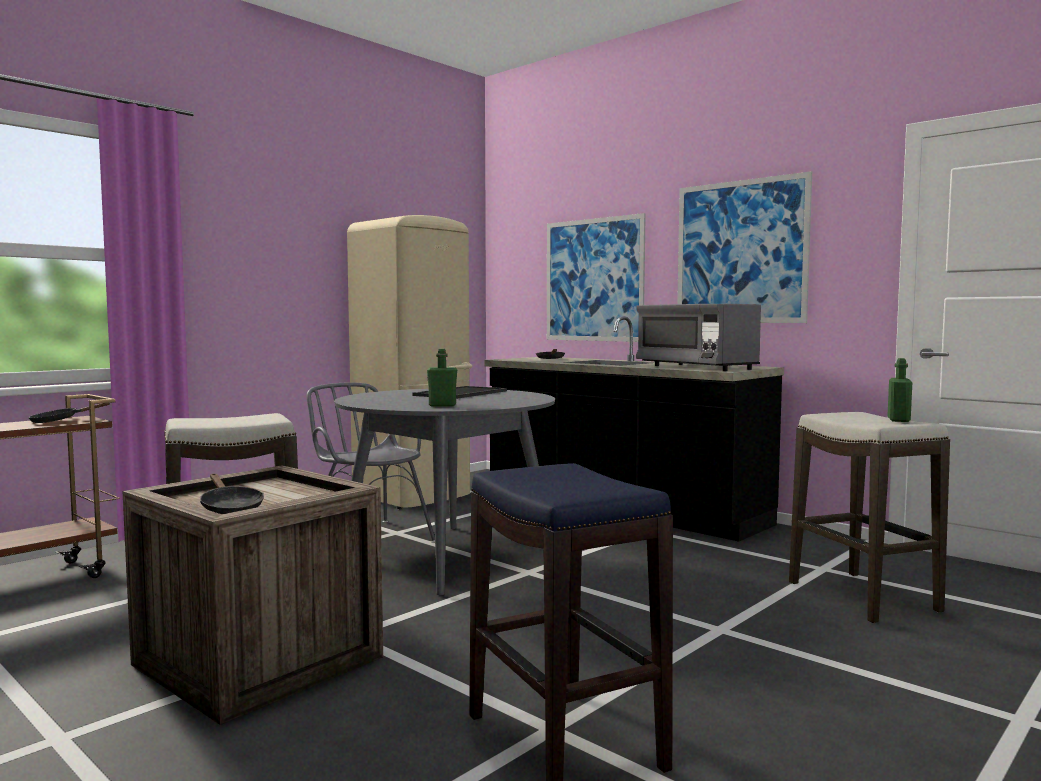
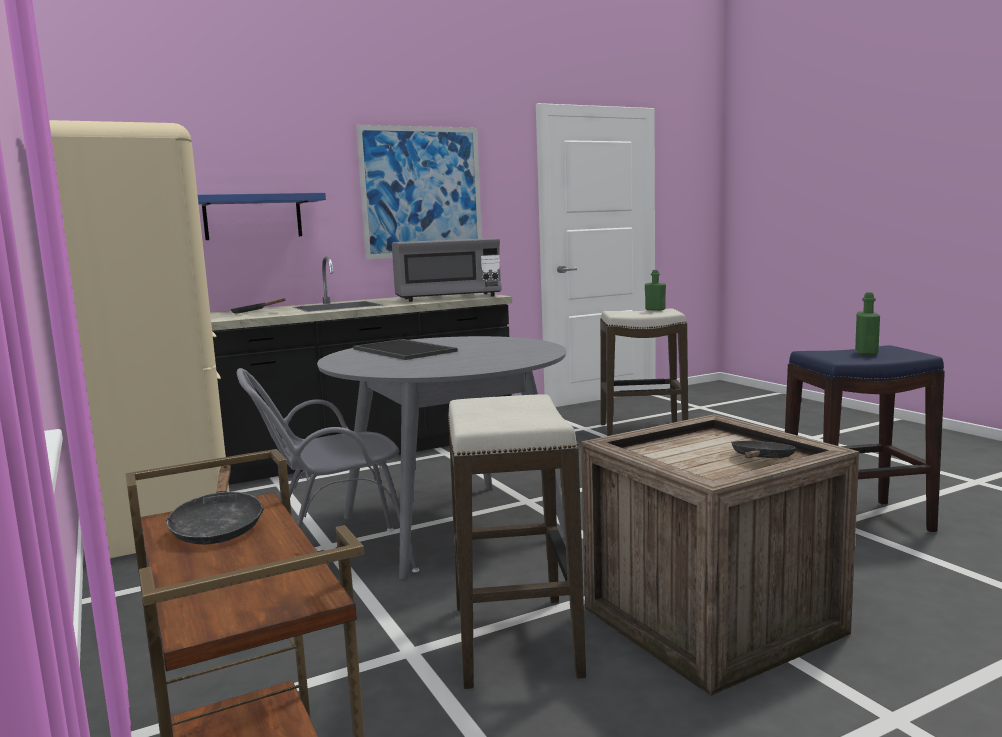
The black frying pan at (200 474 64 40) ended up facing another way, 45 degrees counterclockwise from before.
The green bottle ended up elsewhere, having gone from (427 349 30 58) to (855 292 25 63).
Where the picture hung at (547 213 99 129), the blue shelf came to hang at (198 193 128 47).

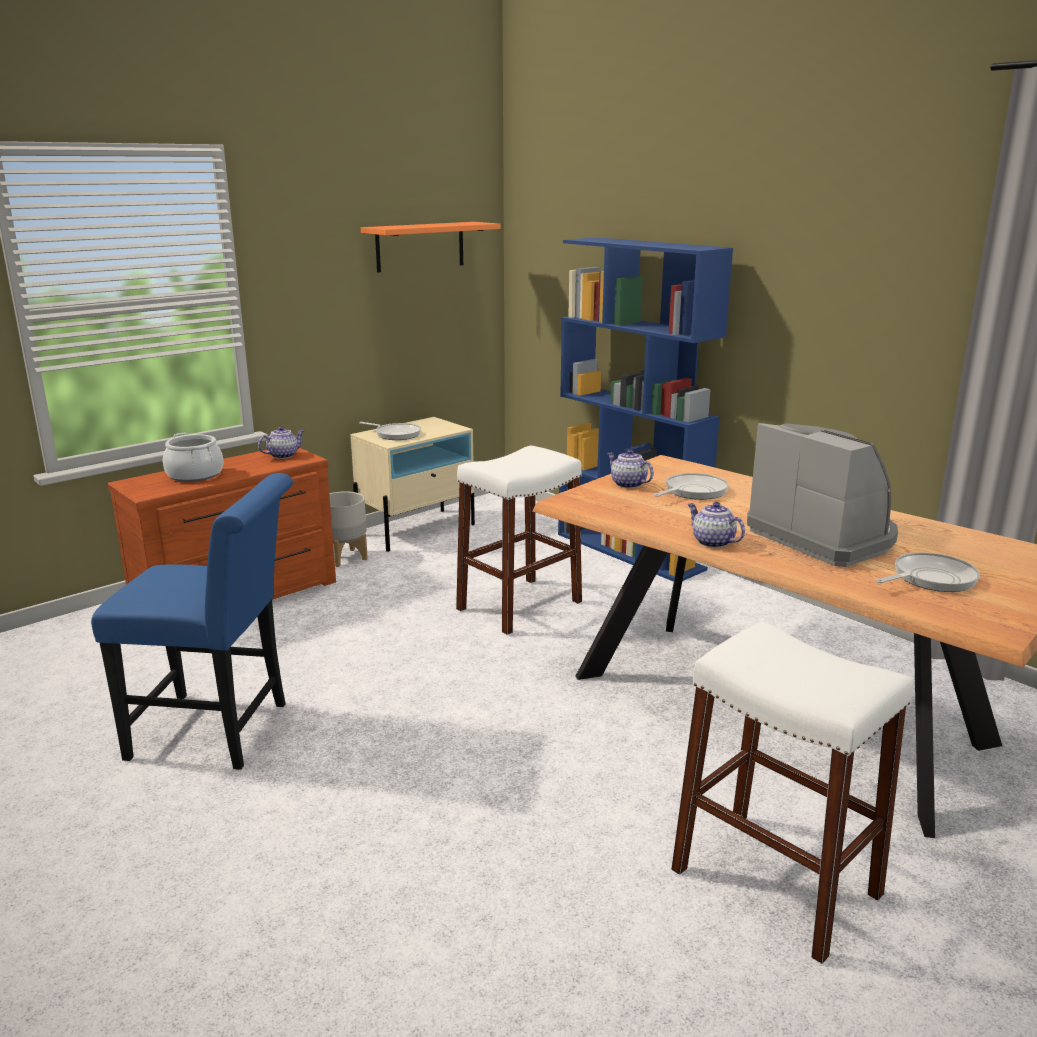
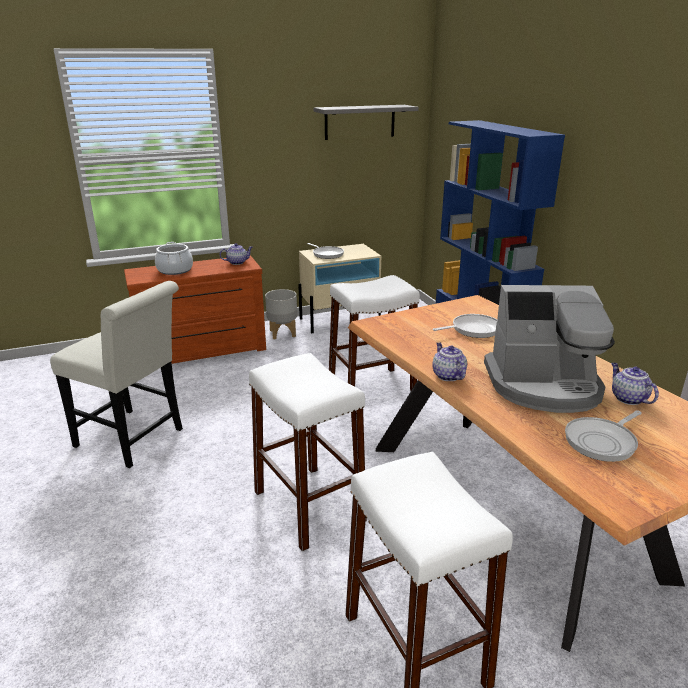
What was the blue chair at (91 473 202 297) turned into the white chair at (50 281 133 187).
What was the orange shelf at (361 222 140 50) turned into the grey shelf at (314 105 105 35).
The teapot ended up elsewhere, having gone from (607 450 47 38) to (611 363 48 42).
The coffee machine at (747 423 151 144) ended up facing another way, 105 degrees clockwise from before.
The frying pan at (876 552 104 40) ended up facing another way, 150 degrees clockwise from before.
The second view gained the white stool at (249 353 118 199).

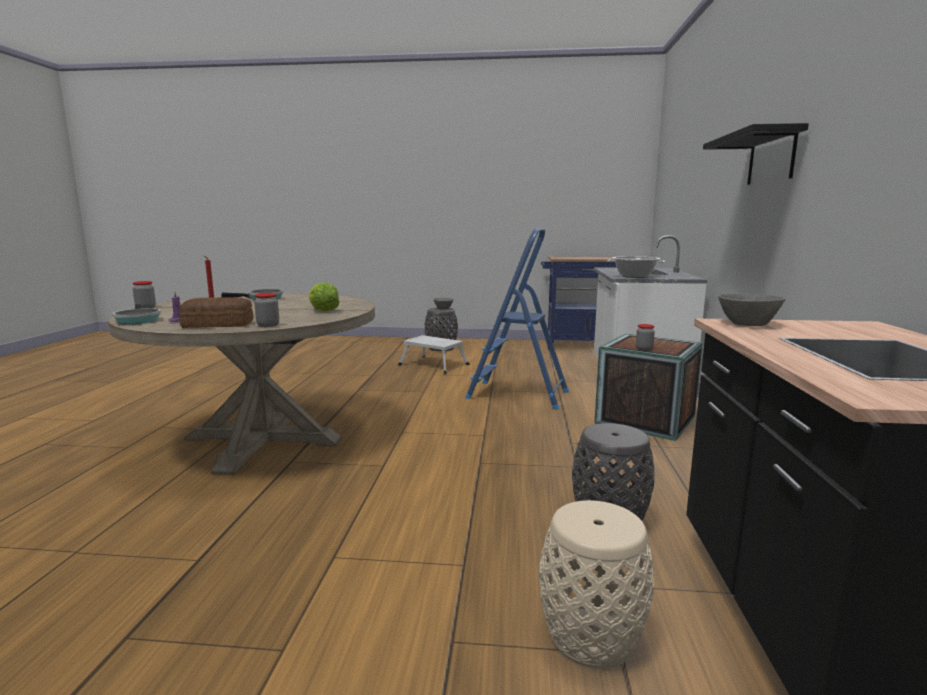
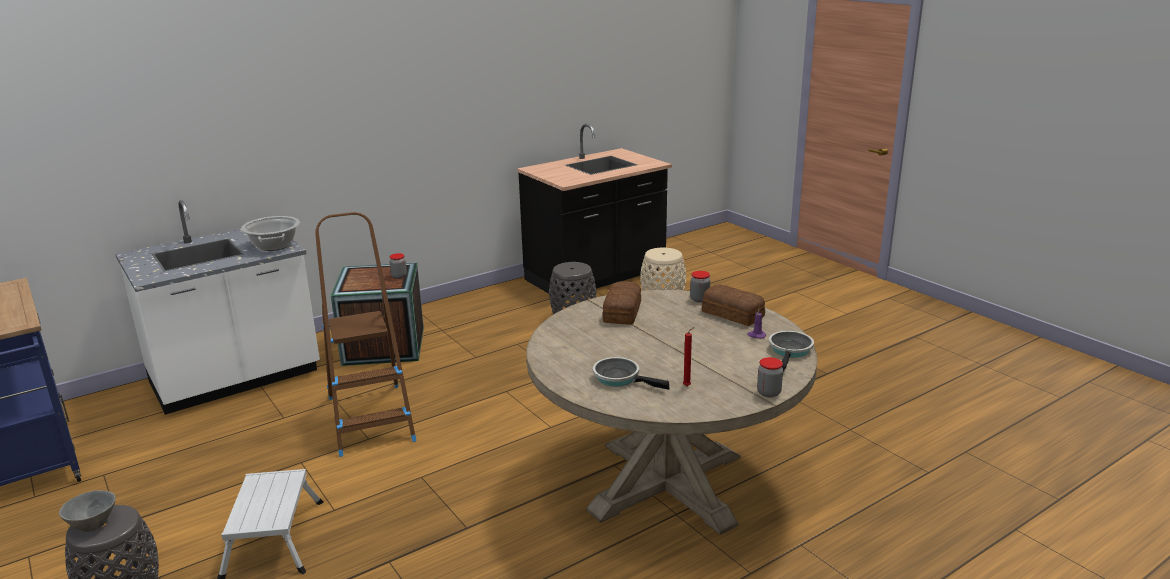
Where the lettuce stood at (308 282 32 29), the bread came to stand at (603 281 38 44).
What was the blue step ladder at (465 228 104 182) turned into the brown step ladder at (315 212 101 245).
The second view lost the black shelf at (703 123 106 62).
The second view lost the grey bowl at (718 293 68 33).

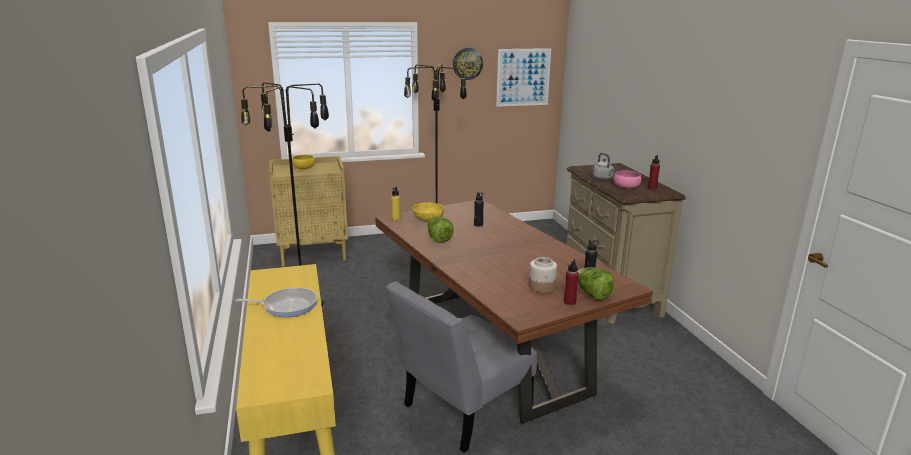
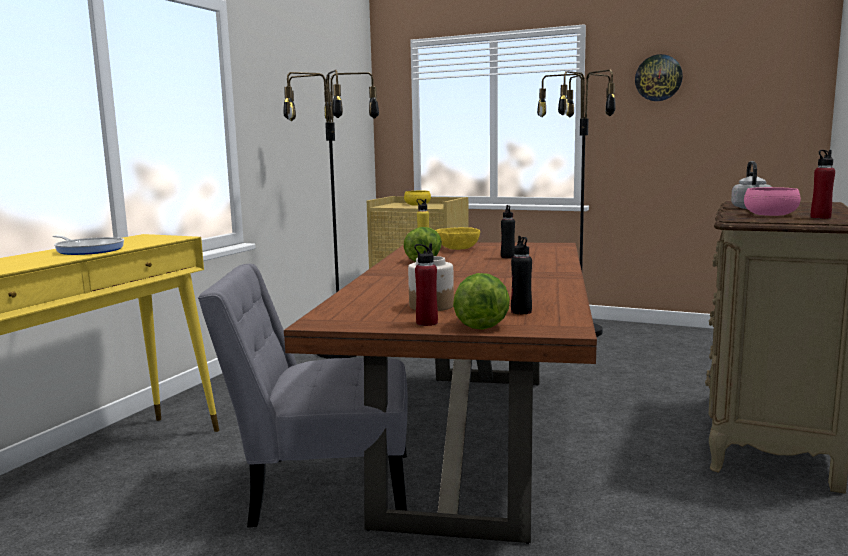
The second view lost the picture at (496 48 55 59).

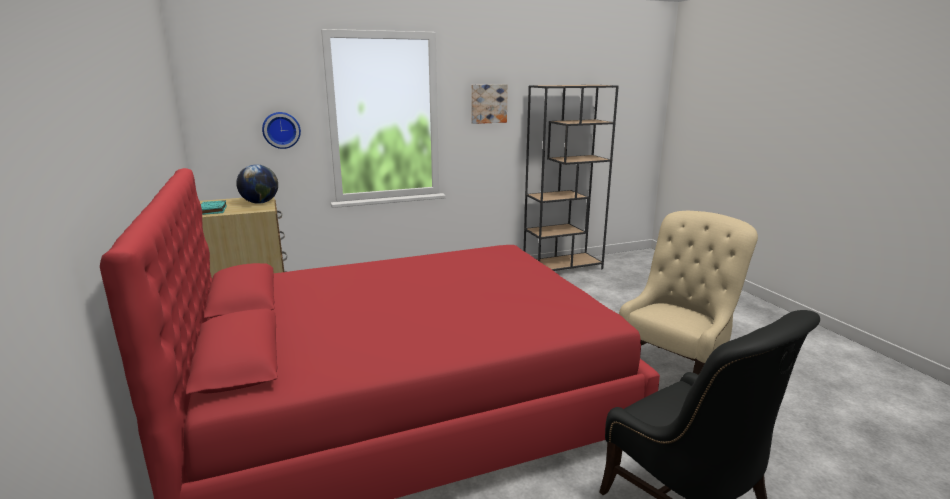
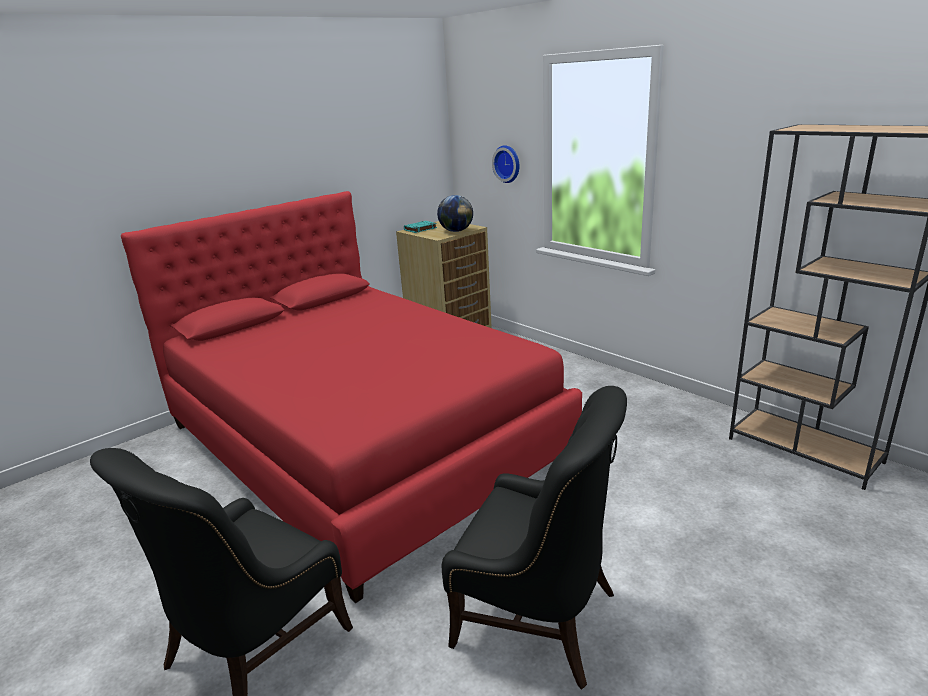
The second view lost the picture at (471 84 37 40).
What was the beige chair at (619 211 139 164) turned into the black chair at (442 386 185 304).

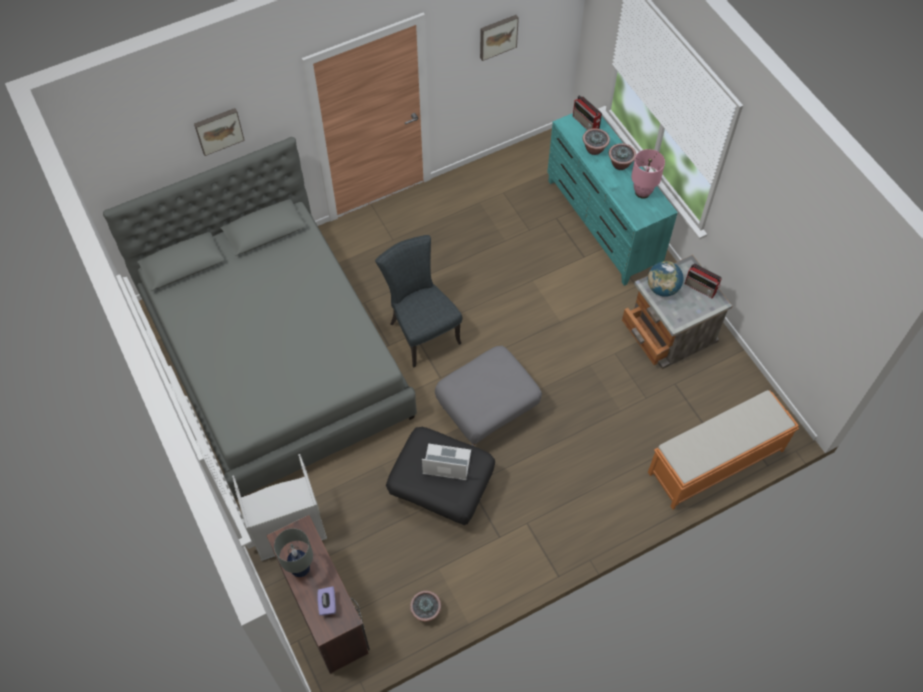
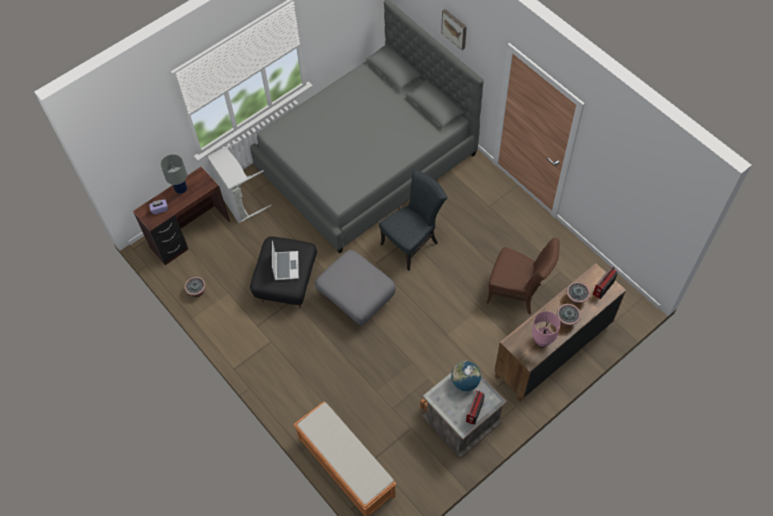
The second view lost the picture at (480 15 39 46).
What was the turquoise dresser at (547 105 131 181) turned into the brown dresser at (495 263 131 138).
The second view gained the brown chair at (486 238 73 77).

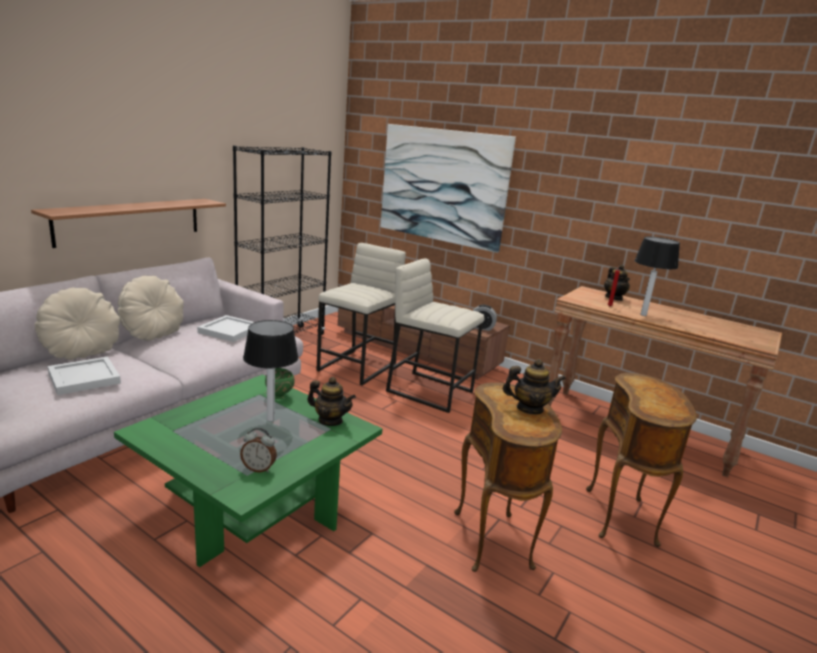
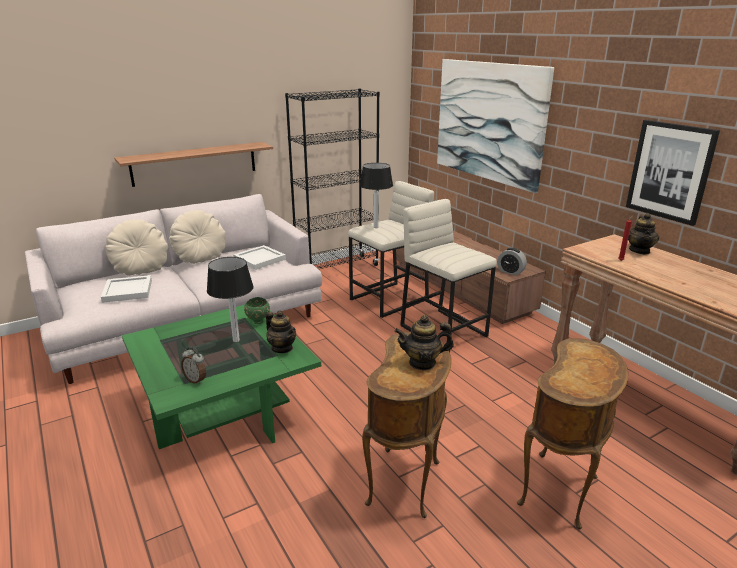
The teapot at (503 359 63 55) ended up facing another way, 150 degrees clockwise from before.
The table lamp ended up elsewhere, having gone from (634 237 46 79) to (360 163 33 65).
The second view gained the picture at (626 120 94 106).

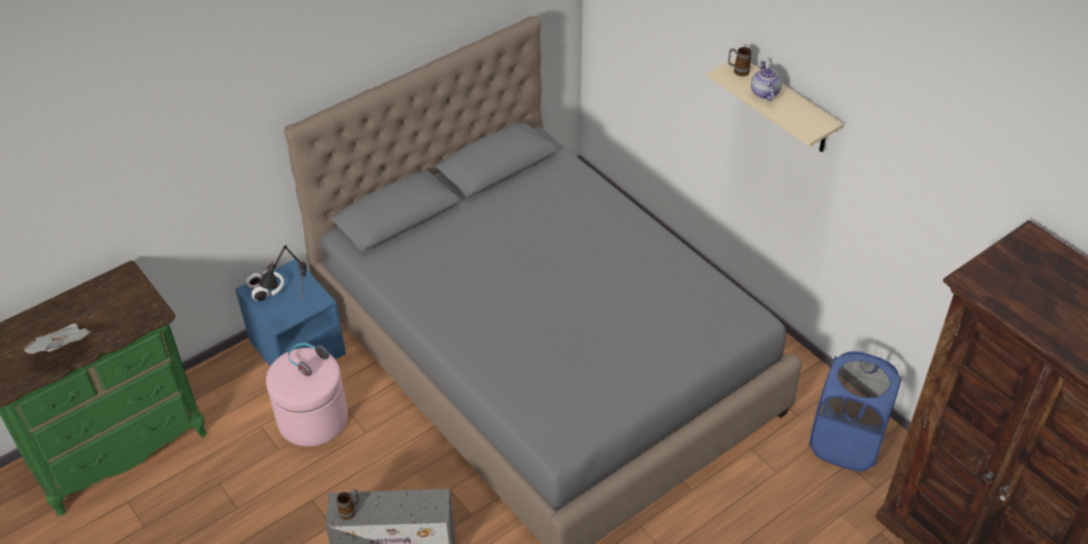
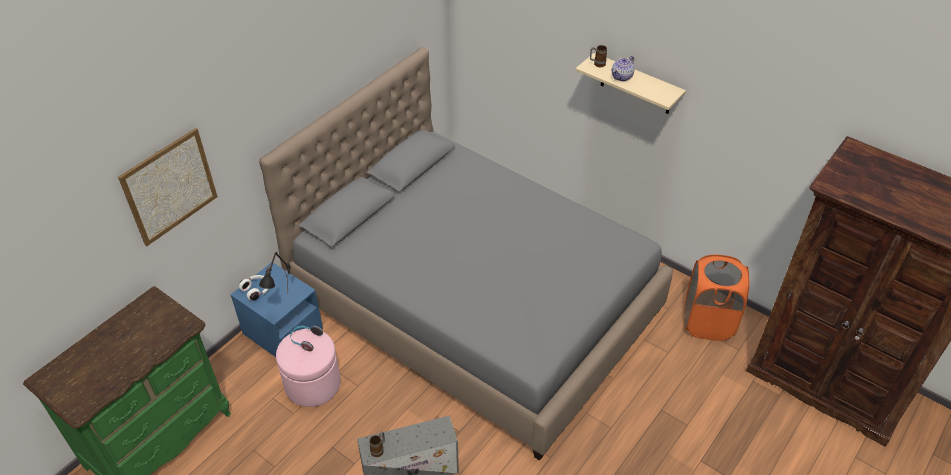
The second view lost the newspaper at (24 324 67 30).
The teapot at (751 60 31 41) ended up facing another way, 120 degrees counterclockwise from before.
What was the blue laundry basket at (809 351 93 121) turned into the orange laundry basket at (684 254 65 87).
The second view gained the picture at (118 128 100 118).

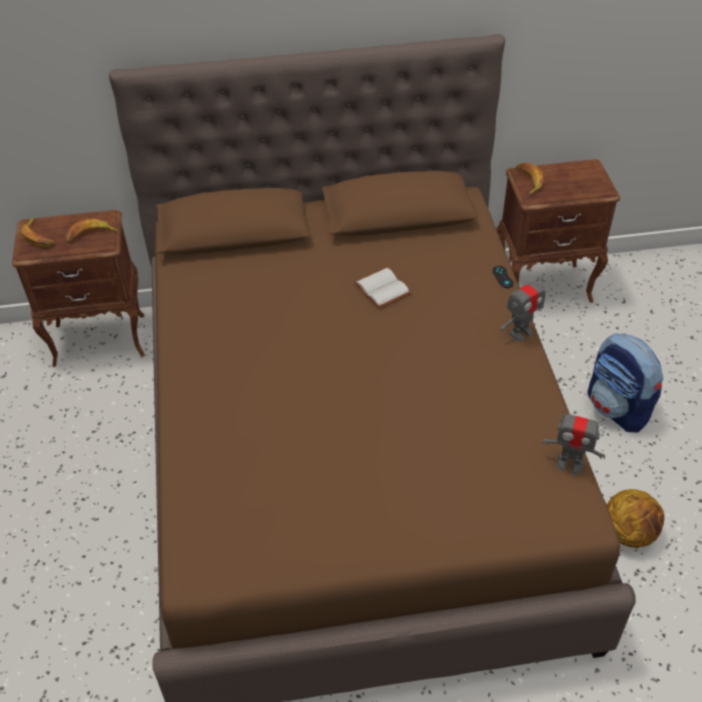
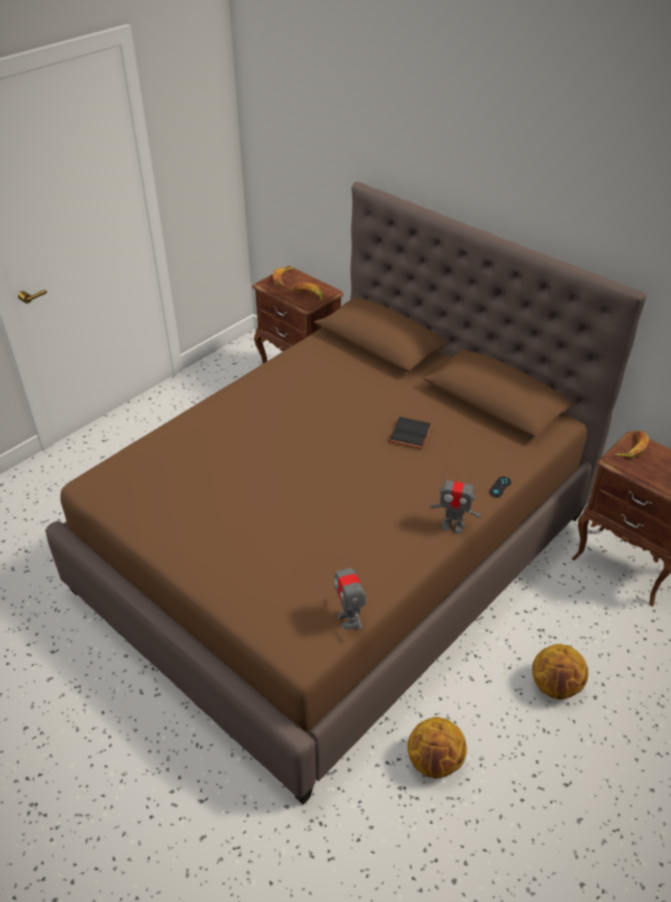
What was the white book at (354 267 58 41) turned into the black book at (389 417 43 32).
Where the backpack stood at (587 333 76 100), the basketball came to stand at (532 644 56 56).

